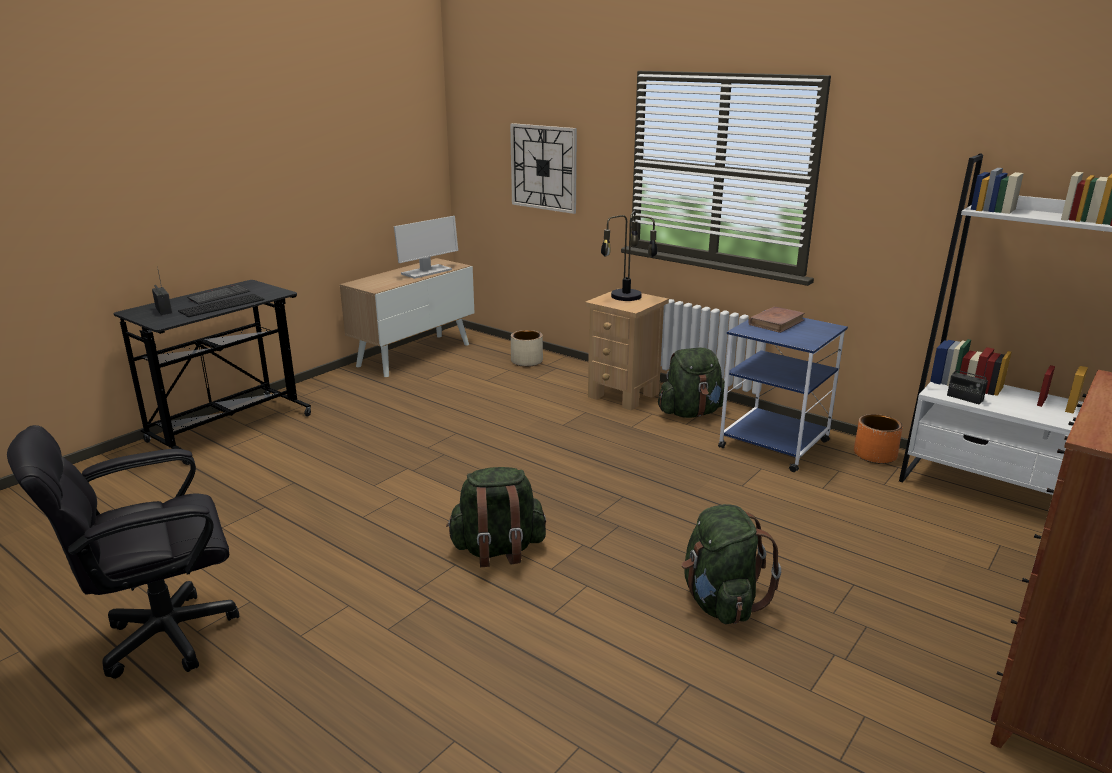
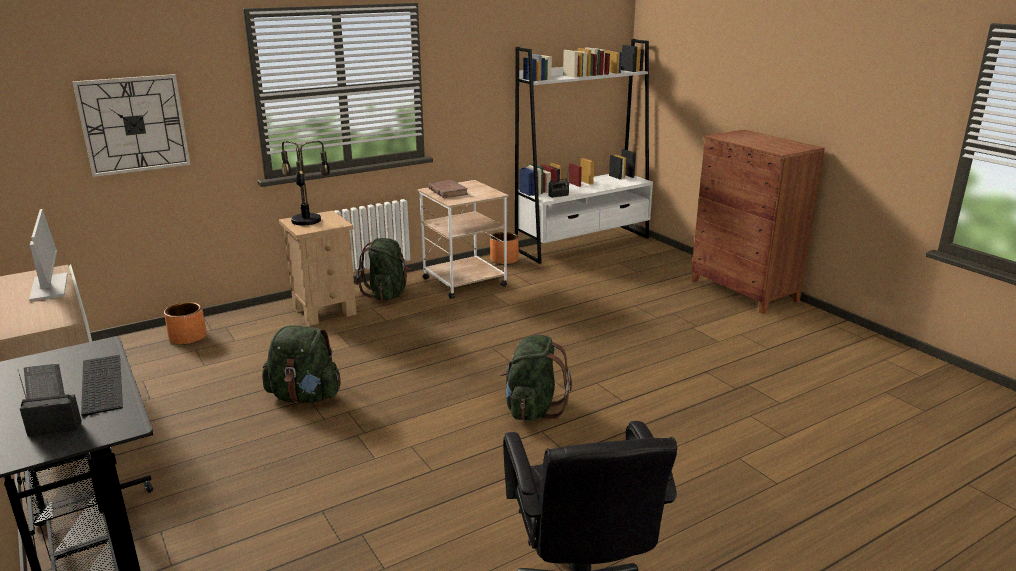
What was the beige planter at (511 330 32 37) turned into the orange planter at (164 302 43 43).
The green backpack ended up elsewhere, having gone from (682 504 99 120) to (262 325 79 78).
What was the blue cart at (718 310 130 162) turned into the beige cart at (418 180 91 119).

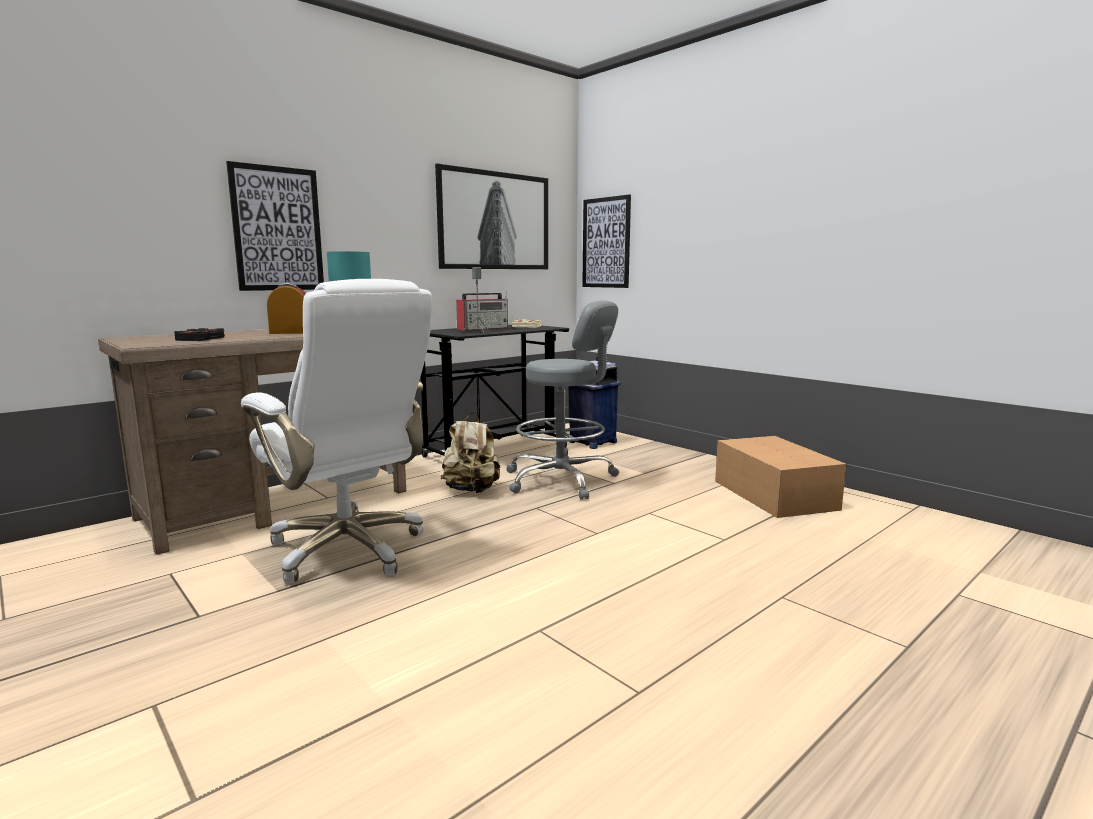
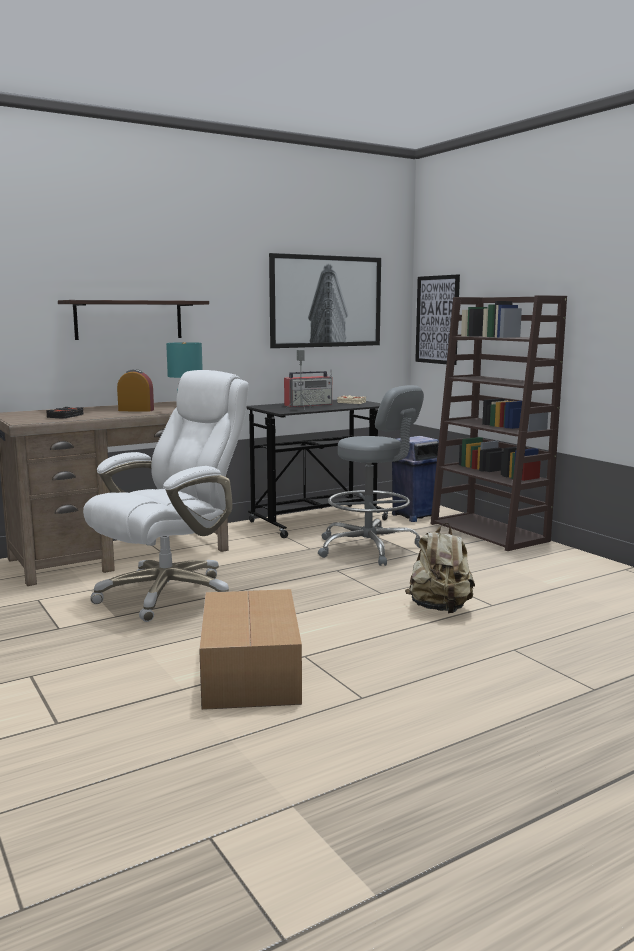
Where the picture hung at (226 161 98 130), the shelf came to hang at (58 300 151 40).
The white office chair at (241 279 191 304) ended up facing another way, 105 degrees counterclockwise from before.
The beige backpack ended up elsewhere, having gone from (440 412 60 81) to (405 523 70 90).
The cardboard box ended up elsewhere, having gone from (715 436 131 82) to (199 589 103 121).
The second view gained the brown bookcase at (431 295 136 256).

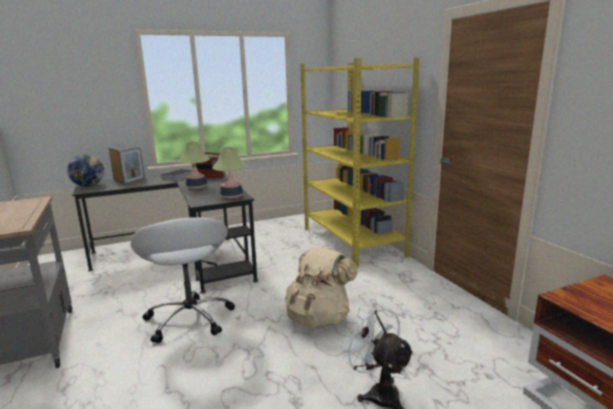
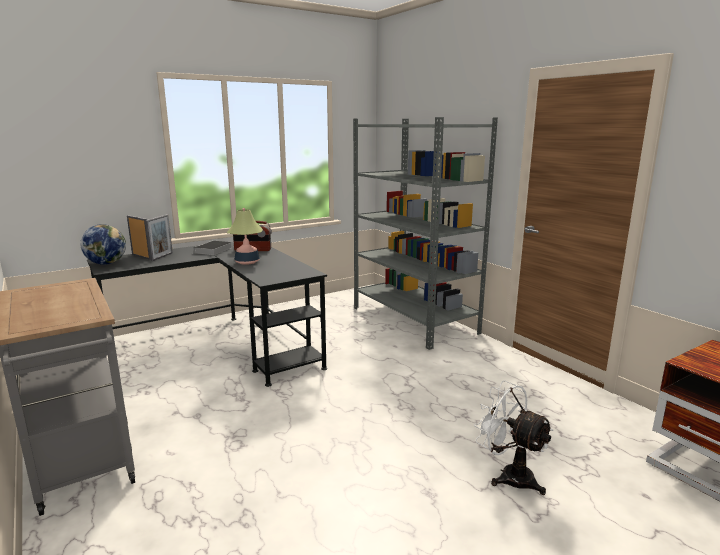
The second view lost the white office chair at (130 217 105 126).
The second view lost the table lamp at (212 146 35 53).
The second view lost the beige backpack at (285 246 73 82).
What was the yellow bookcase at (300 58 119 210) turned into the grey bookcase at (353 117 145 233).

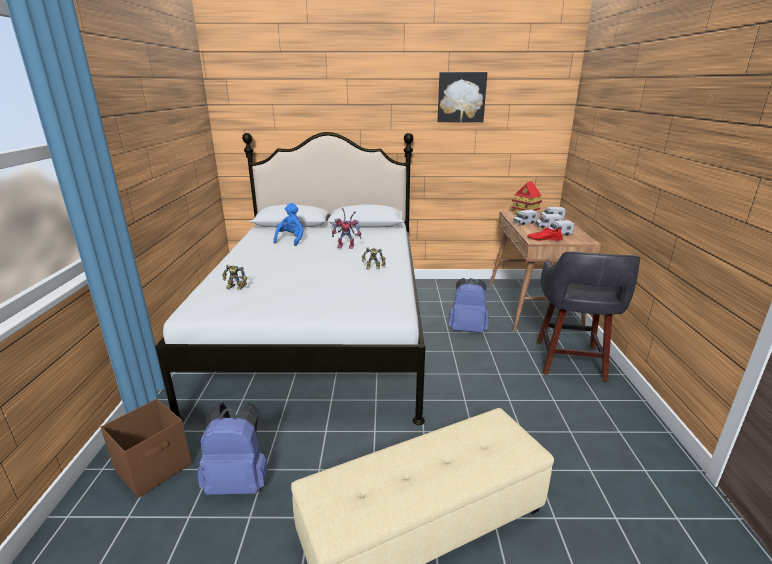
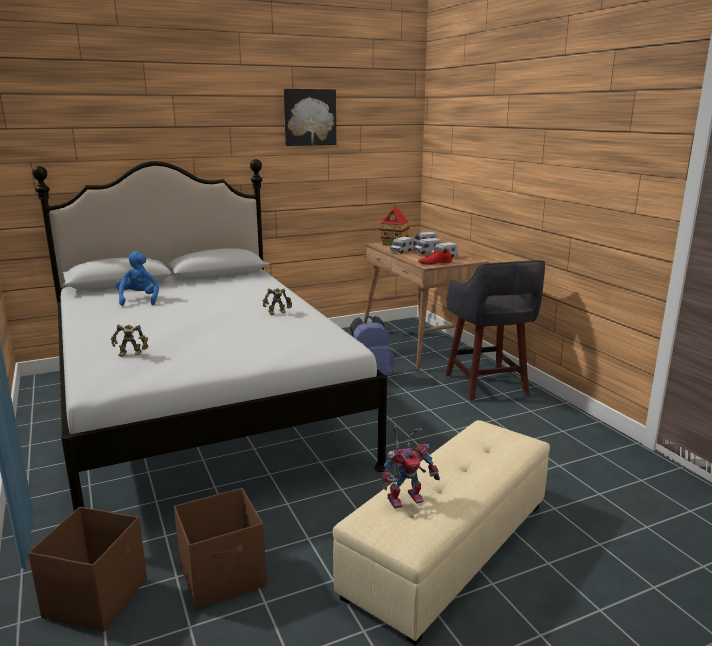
Where the blue backpack stood at (197 402 71 93), the brown storage box came to stand at (174 488 93 122).
The toy robot ended up elsewhere, having gone from (332 208 29 41) to (381 426 59 83).

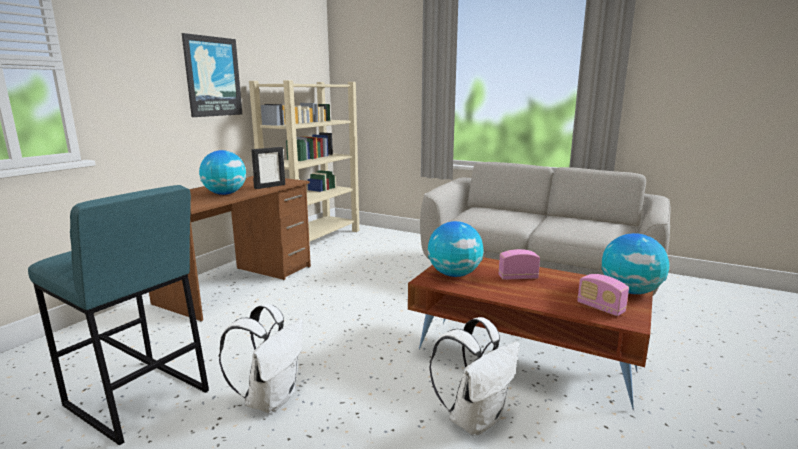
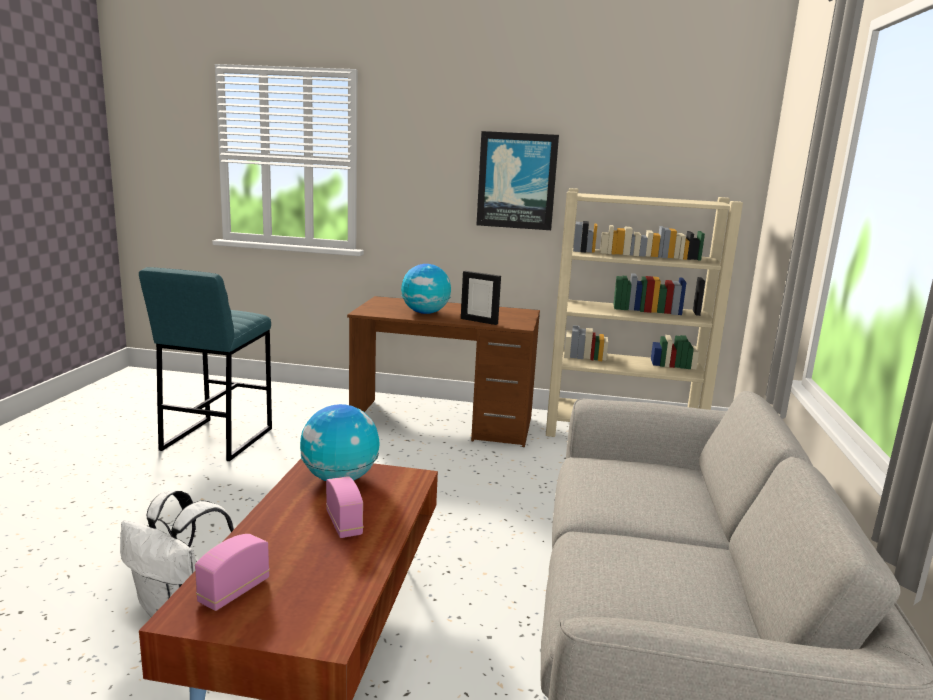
The second view lost the white backpack at (218 303 85 110).
The second view lost the globe at (601 233 68 61).

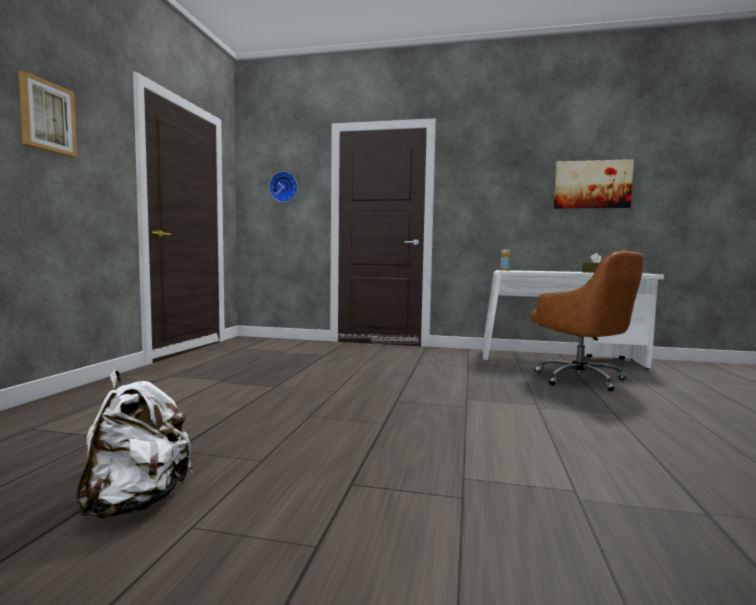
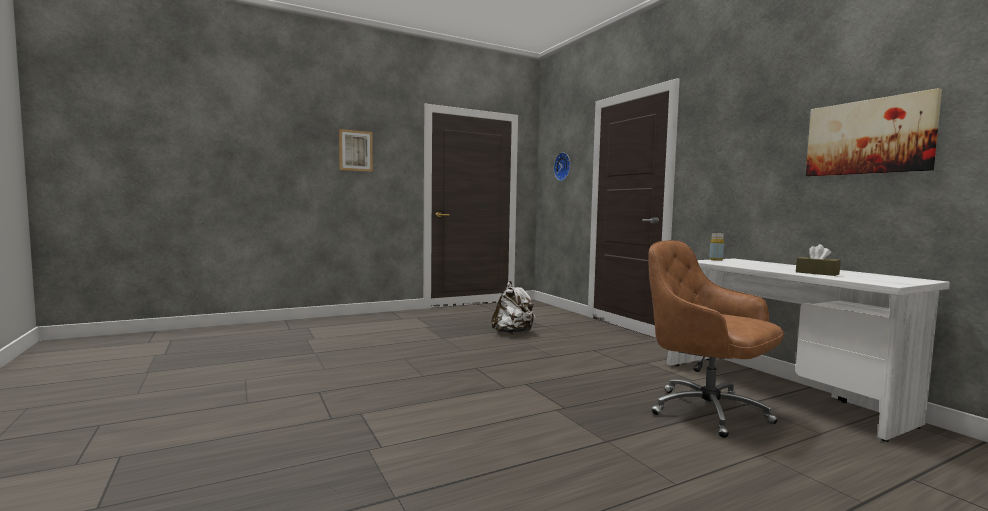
The white backpack ended up elsewhere, having gone from (76 370 117 149) to (491 281 45 53).
The brown office chair at (530 251 114 140) ended up facing another way, 120 degrees clockwise from before.

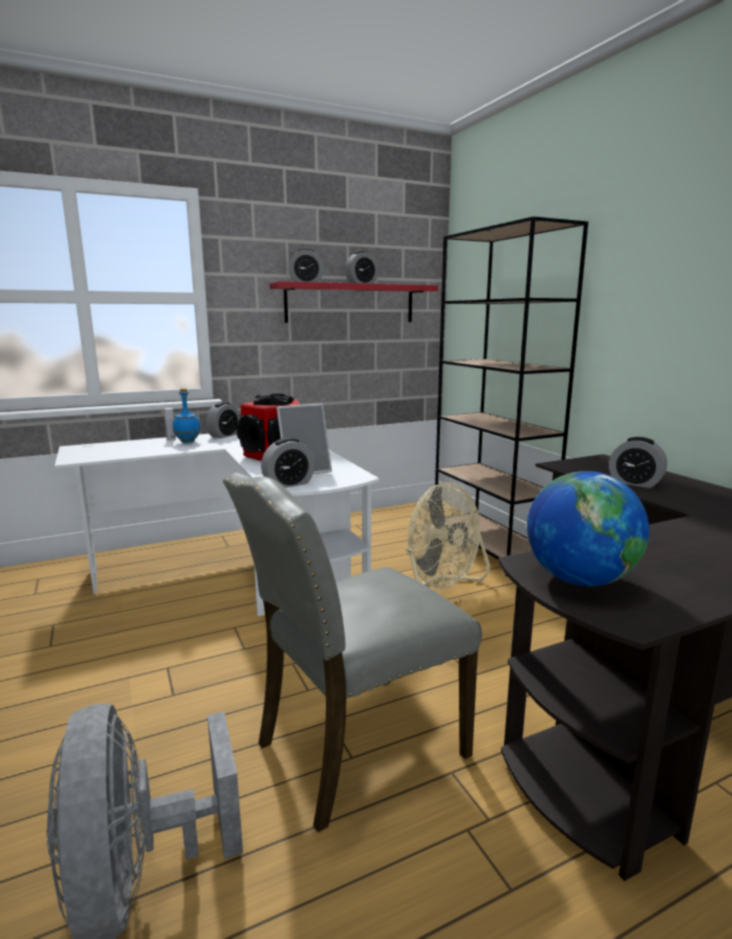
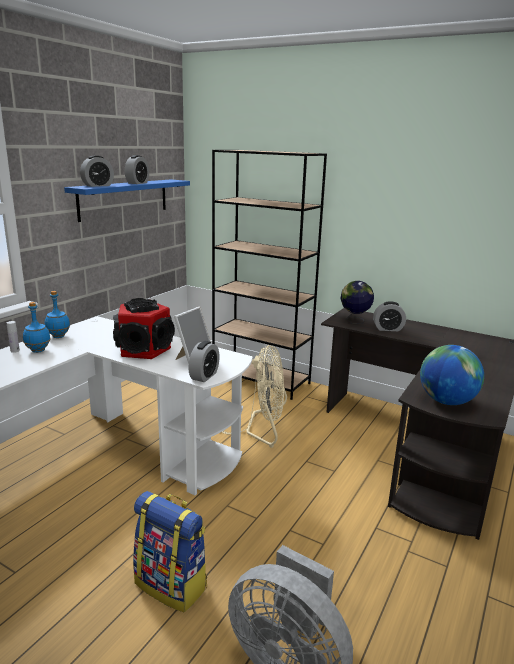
Where the alarm clock stood at (206 402 34 36), the blue bottle came to stand at (45 291 25 47).
The second view lost the grey chair at (223 473 259 359).
What was the red shelf at (269 281 169 42) turned into the blue shelf at (64 179 126 43).
The second view gained the backpack at (133 491 74 122).
The second view gained the globe at (340 281 34 43).

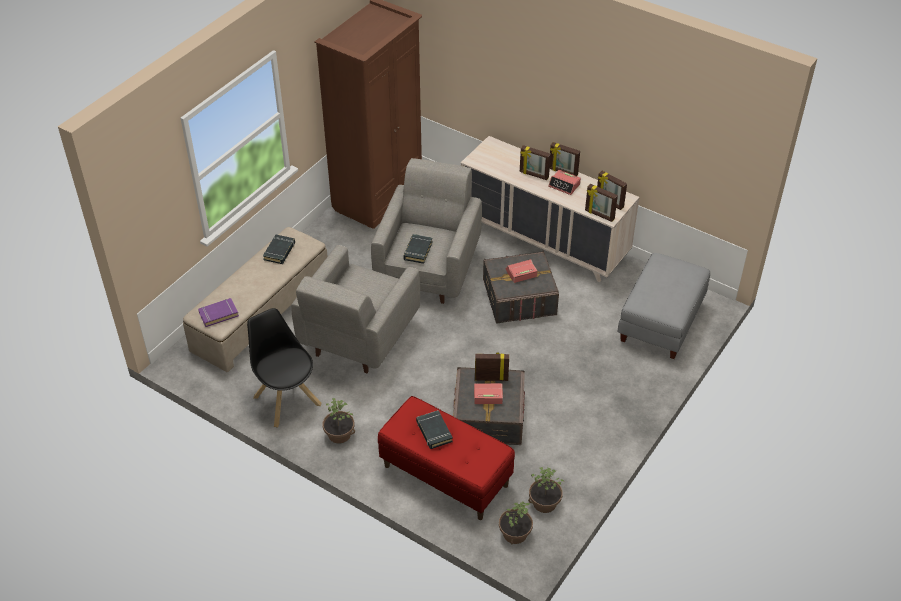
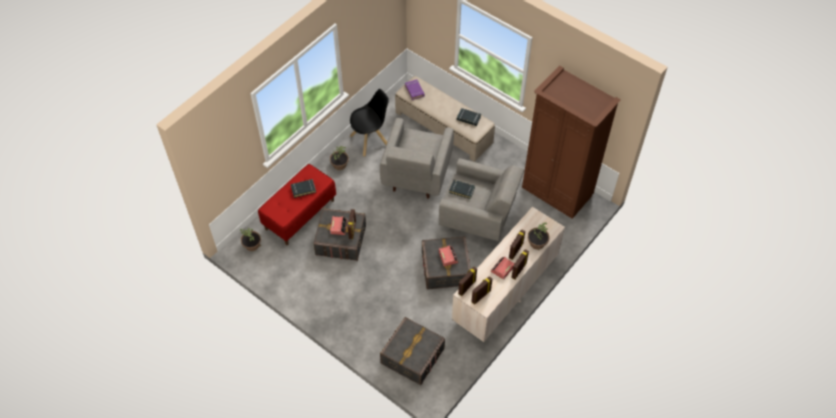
The grey armchair at (291 245 129 128) ended up facing another way, 105 degrees counterclockwise from before.
The potted plant ended up elsewhere, having gone from (528 467 36 46) to (528 222 21 28).
Where the grey ottoman stood at (618 253 92 106), the grey storage box came to stand at (380 317 65 68).

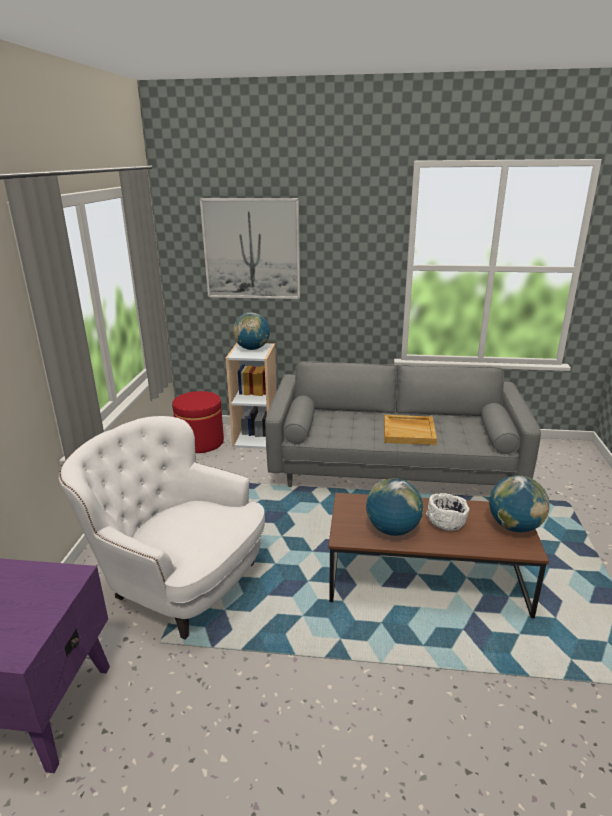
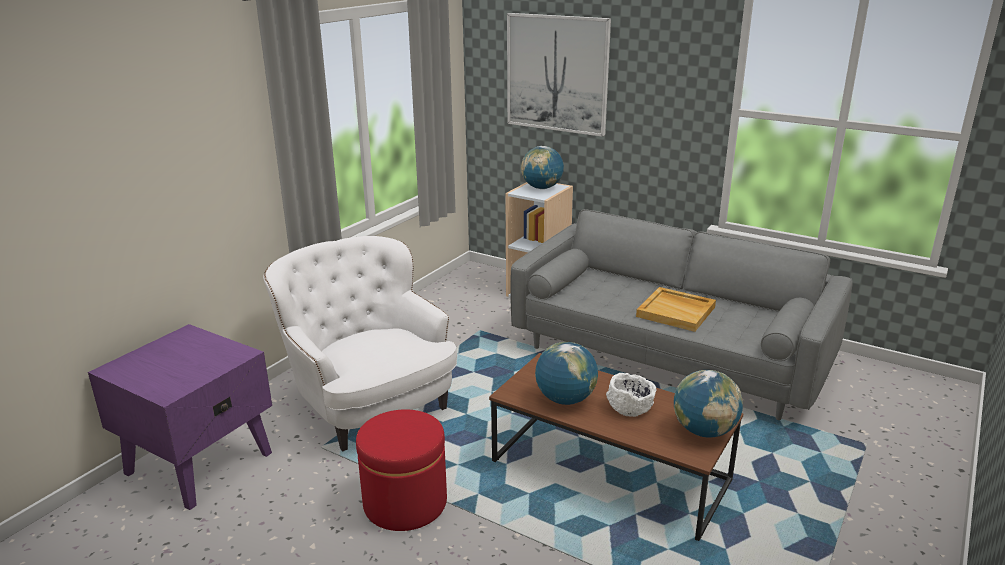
The red ottoman ended up elsewhere, having gone from (172 391 52 62) to (356 409 91 122).

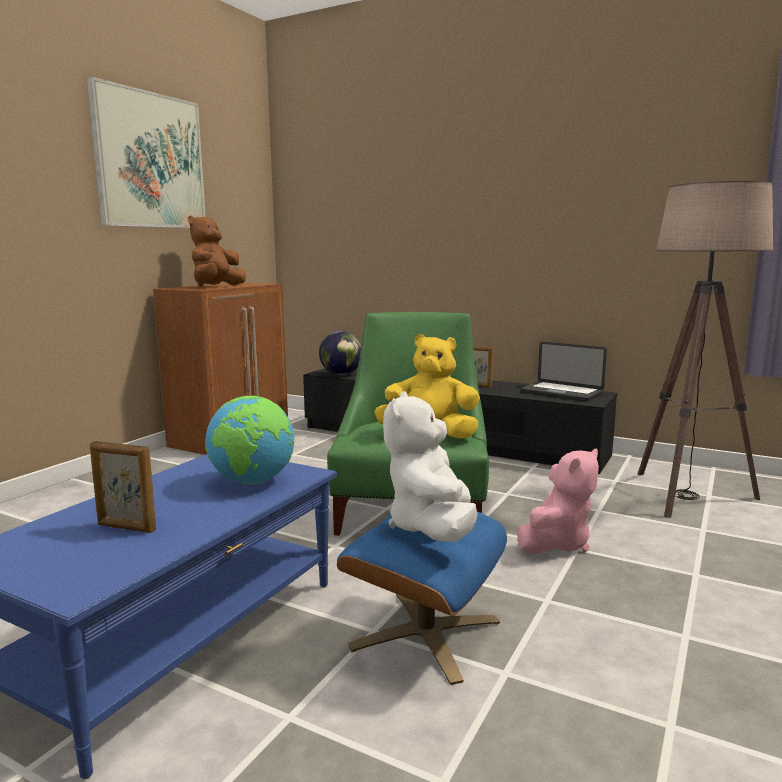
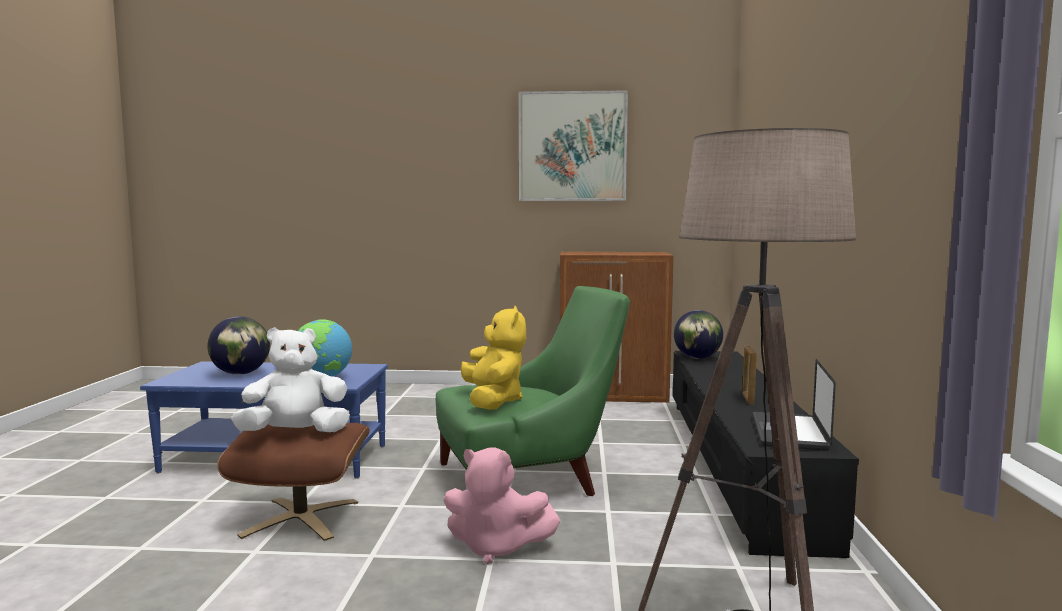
Where the picture frame stood at (90 441 66 92), the globe came to stand at (207 316 63 59).
The second view lost the brown plush toy at (188 215 58 72).
What was the blue ottoman at (337 511 170 174) turned into the brown ottoman at (217 423 153 118).

